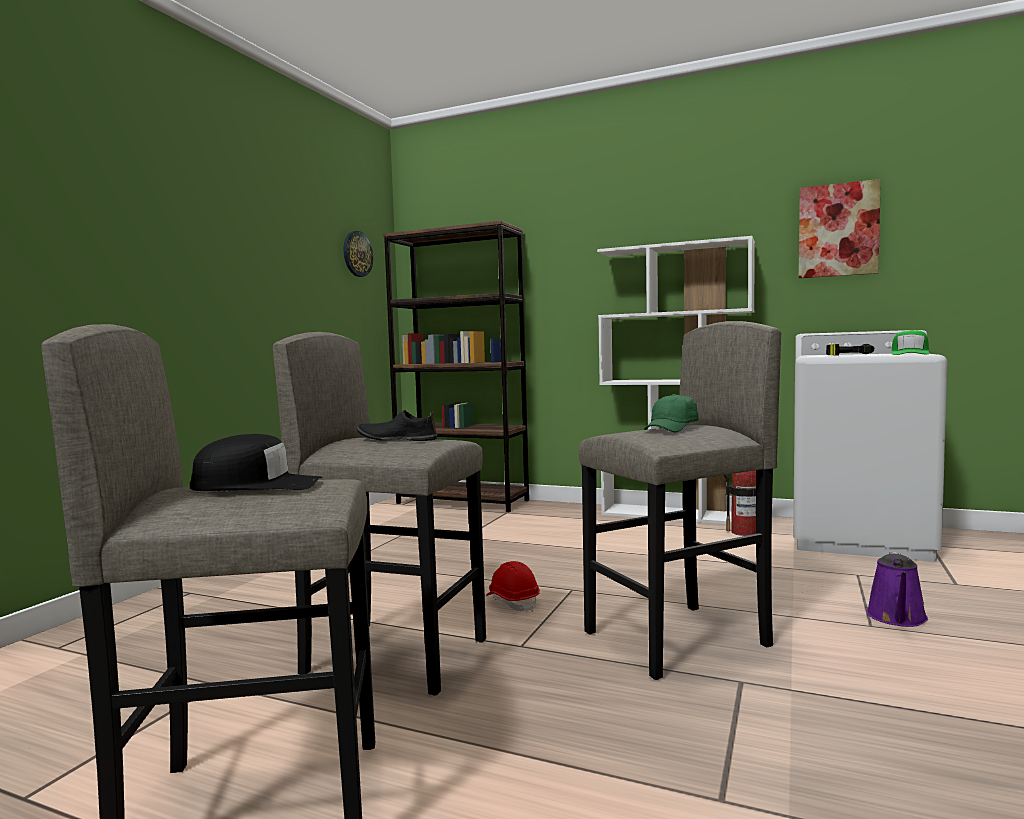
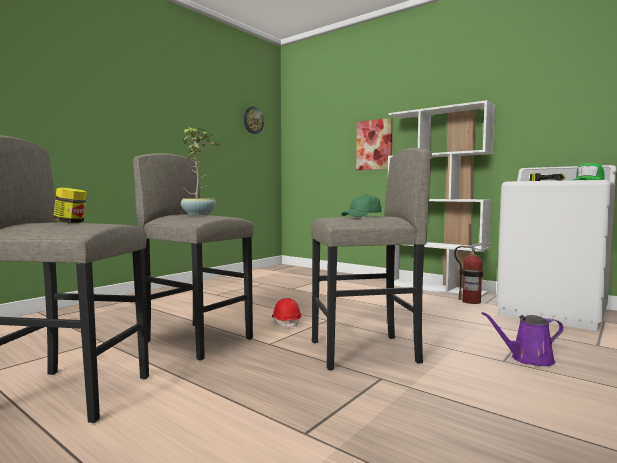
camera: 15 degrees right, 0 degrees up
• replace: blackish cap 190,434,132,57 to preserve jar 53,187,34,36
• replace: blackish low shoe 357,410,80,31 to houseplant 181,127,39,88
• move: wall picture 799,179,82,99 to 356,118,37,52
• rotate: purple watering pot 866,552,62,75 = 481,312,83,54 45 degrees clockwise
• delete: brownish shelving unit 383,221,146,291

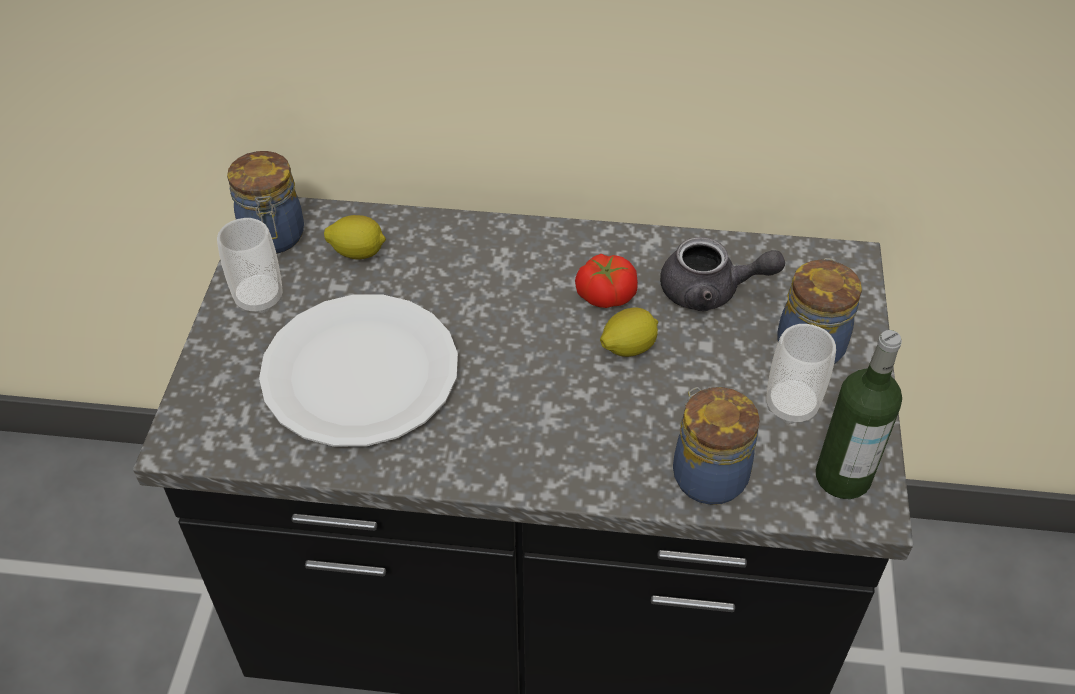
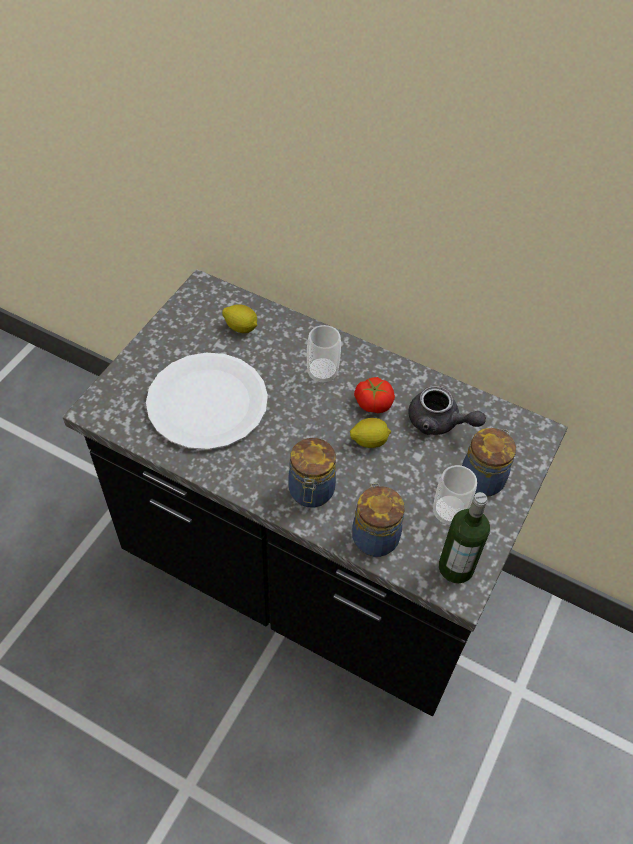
camera: 20 degrees right, 5 degrees up
• move: preserve jar 227,151,77,103 to 288,438,48,69
• move: drinking cup 217,218,66,96 to 307,325,34,59

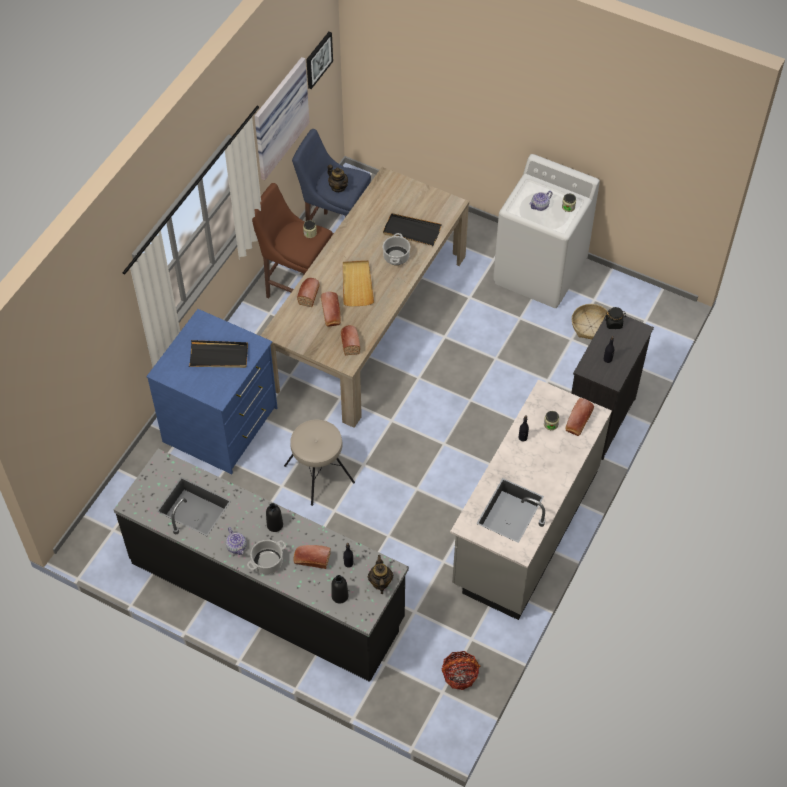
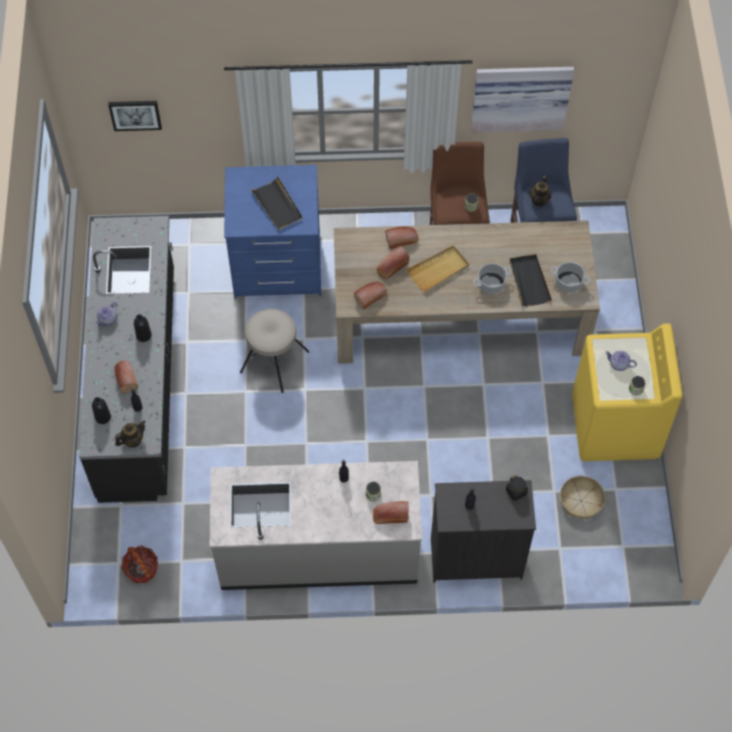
camera: 60 degrees right, 5 degrees up
• move: wall picture 306,32,27,57 to 108,101,54,30
• move: saucepot 247,540,39,34 to 550,262,41,31
• recolor: whitish washing machine 493,154,107,154 to yellow-coloured washing machine 572,323,111,138

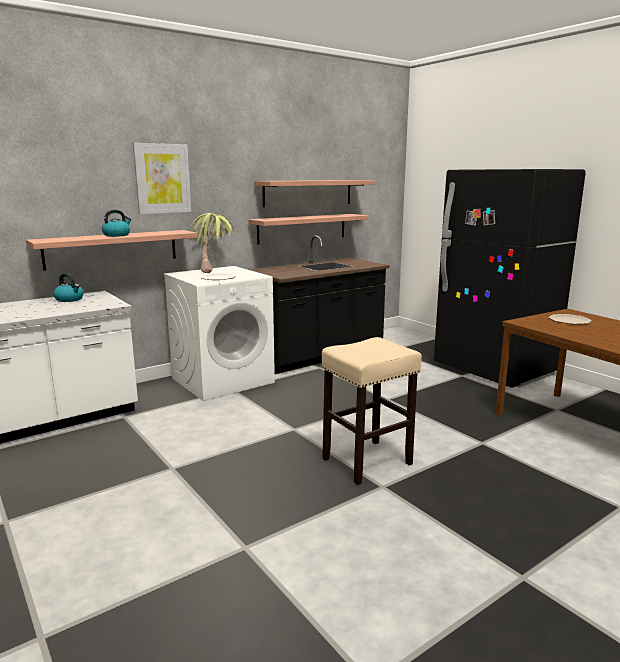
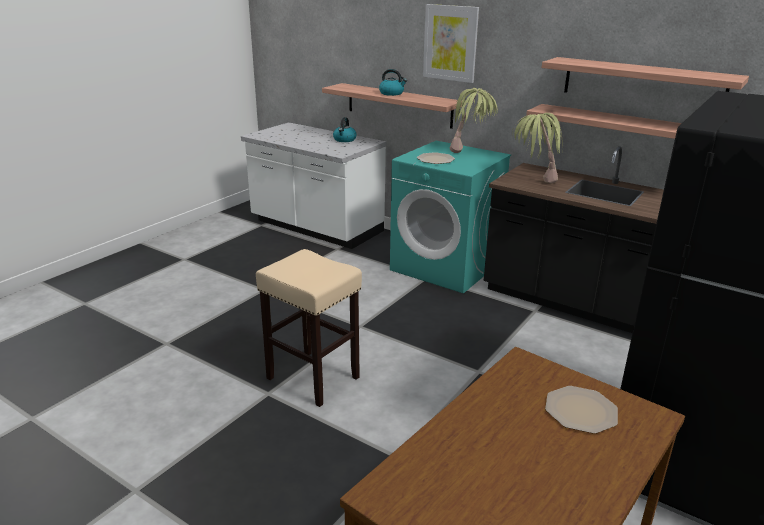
camera: 70 degrees right, 10 degrees up
• recolor: whitish washing machine 163,266,112,135 to turquoise-coloured washing machine 390,141,121,152
• insert: houseplant 512,113,51,71

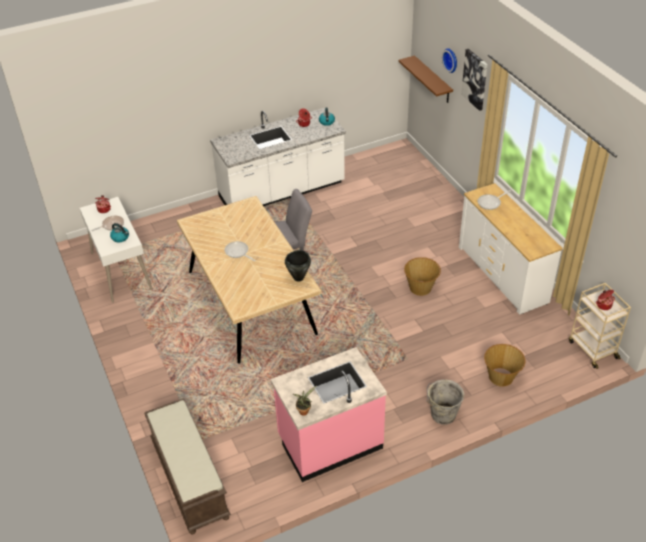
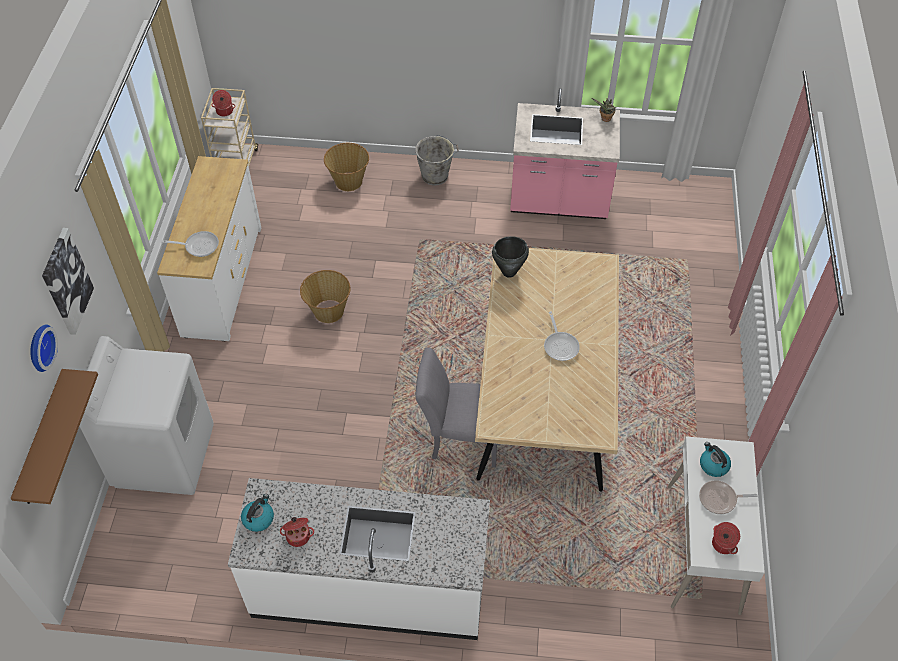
camera: 150 degrees left, 10 degrees up
• insert: whitish washing machine 79,336,135,159
• delete: brownish bench 144,398,87,136

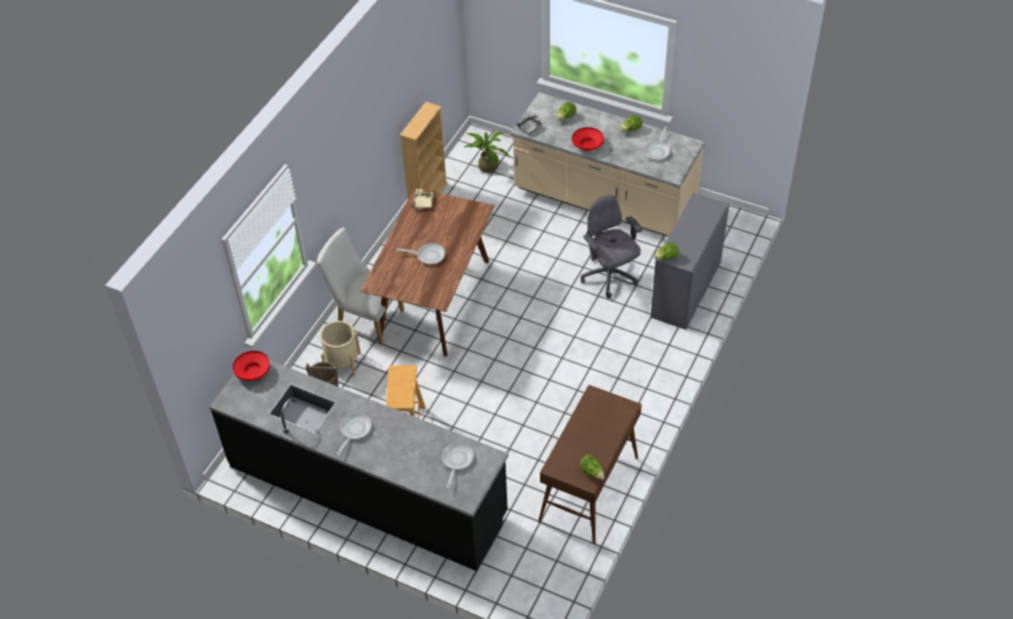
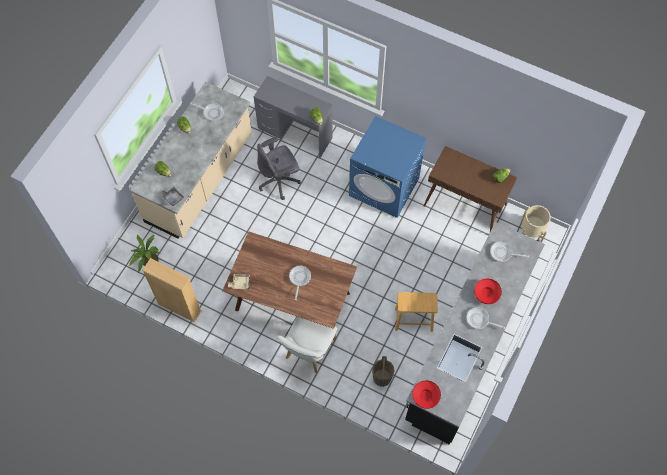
camera: 90 degrees left, 15 degrees up
• insert: blue washing machine 349,116,78,102
• move: reddish serving bowl 572,127,32,24 to 474,279,28,25
• move: sand-coloured flower pot 320,321,41,55 to 521,205,30,38

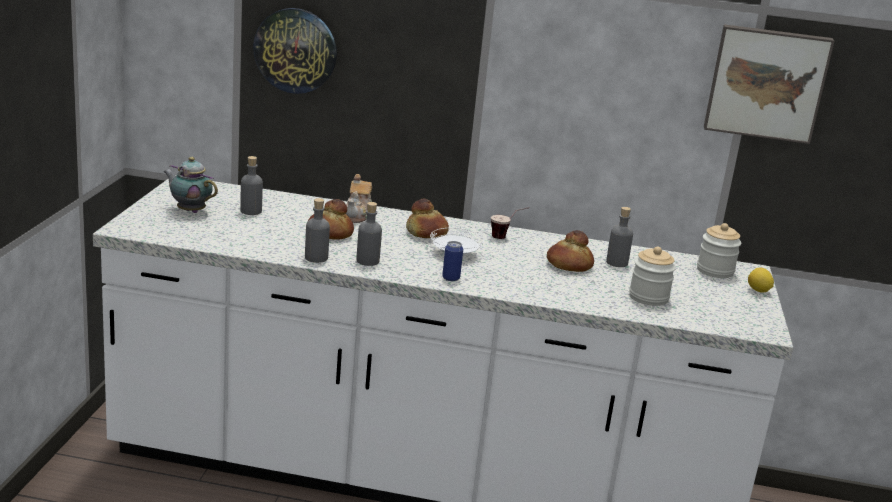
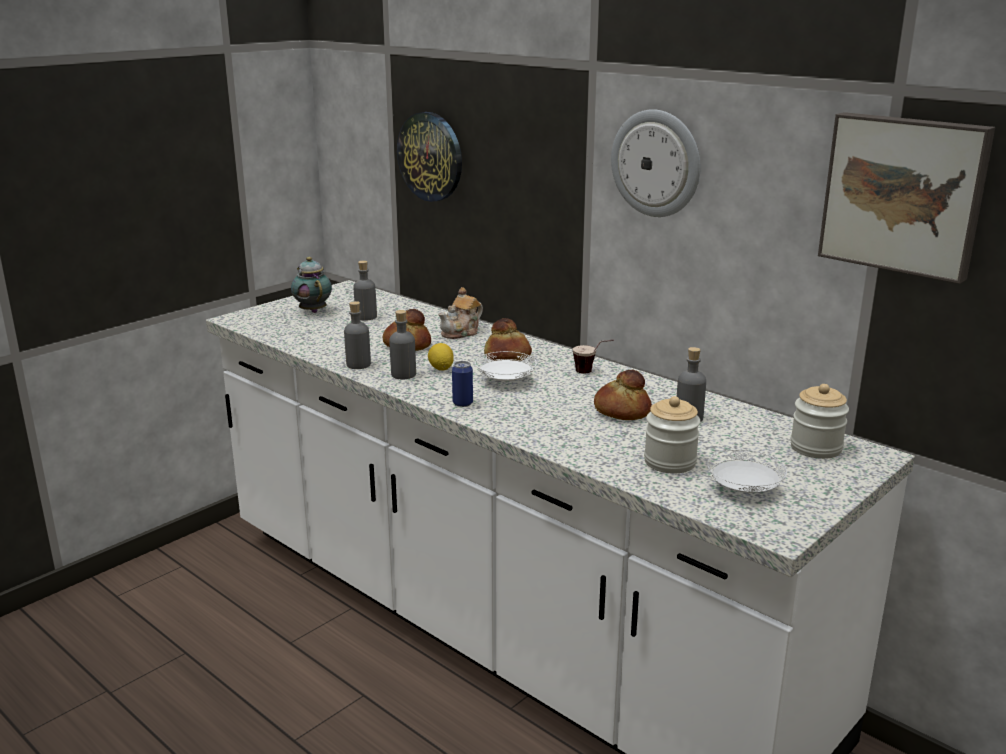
camera: 35 degrees right, 0 degrees up
• move: citrus fruit 748,268,26,24 to 428,343,26,27
• insert: clock on the wall 611,109,90,108
• insert: whitish dinner plate 707,450,80,43

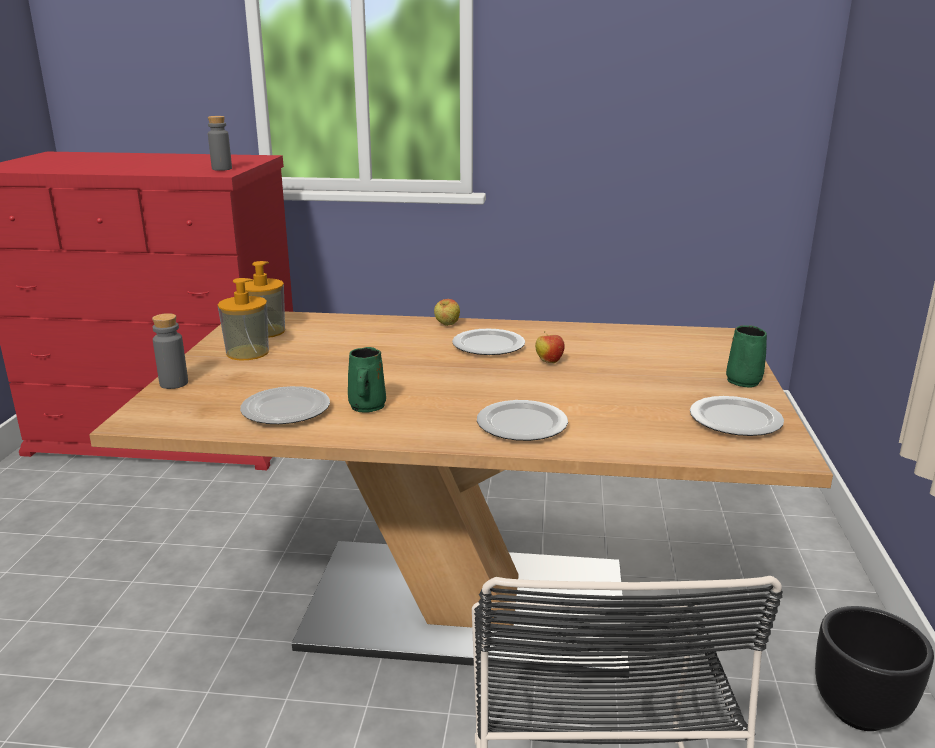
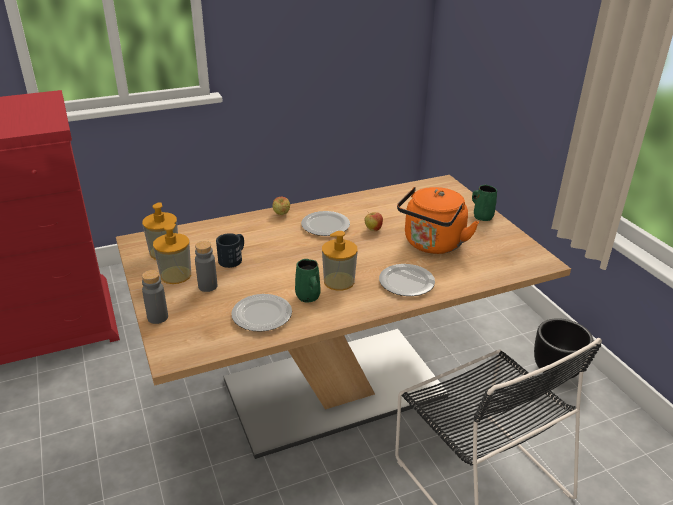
camera: 30 degrees left, 10 degrees up
• move: gray bottle 208,116,24,55 to 195,241,22,51
• insert: blackish coffee mug 216,233,28,35
• insert: liquid soap bottle 322,231,36,59
• insert: orange-coloured water kettle 397,187,82,67
• delete: dinner plate 690,396,94,40

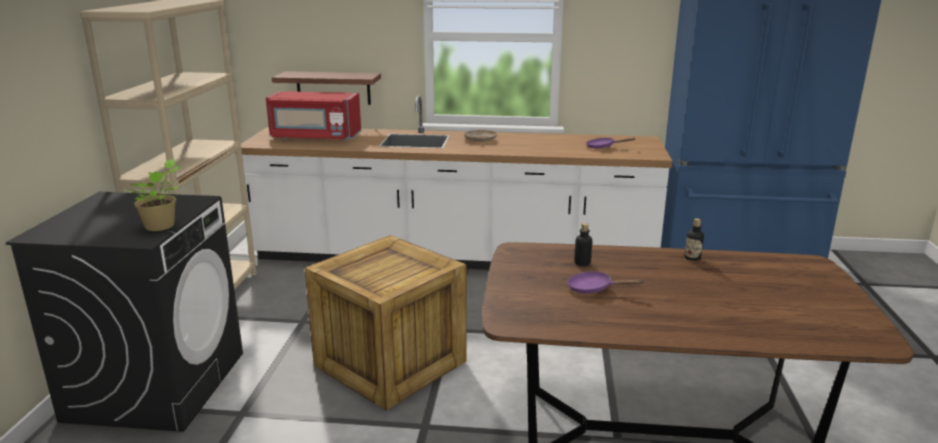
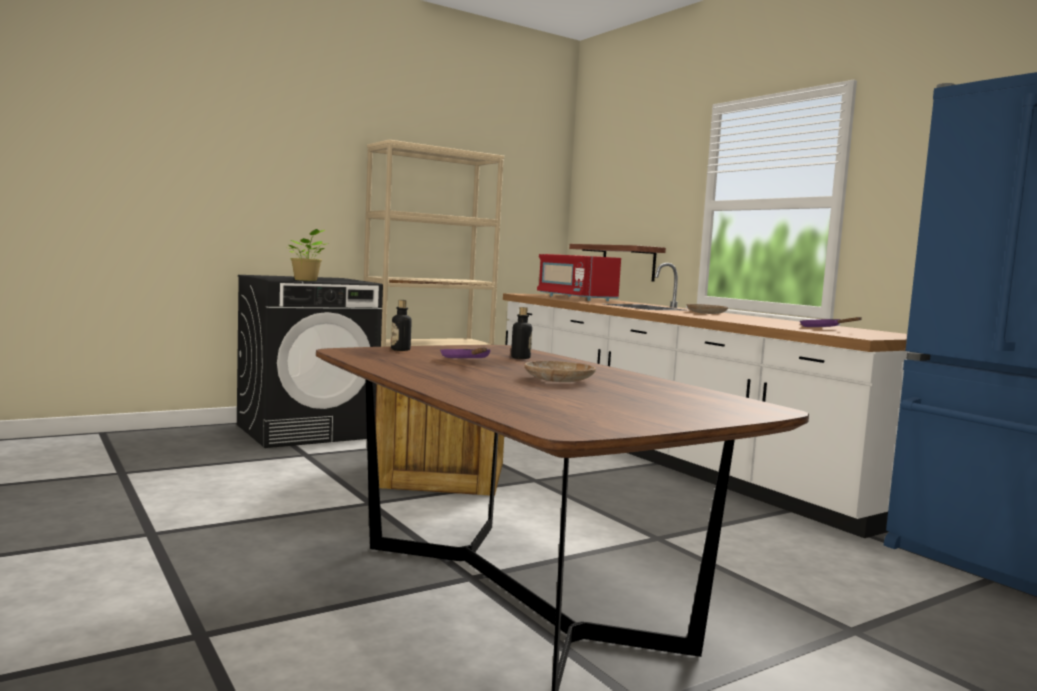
camera: 50 degrees right, 15 degrees down
• move: bottle 685,218,19,43 to 391,300,21,51
• insert: sand-coloured dinner plate 525,361,71,21

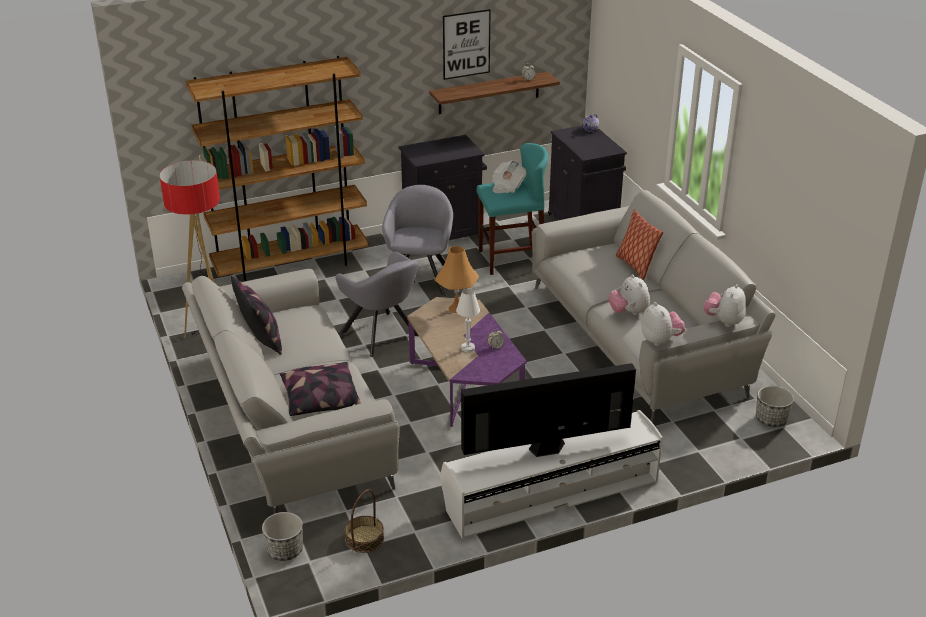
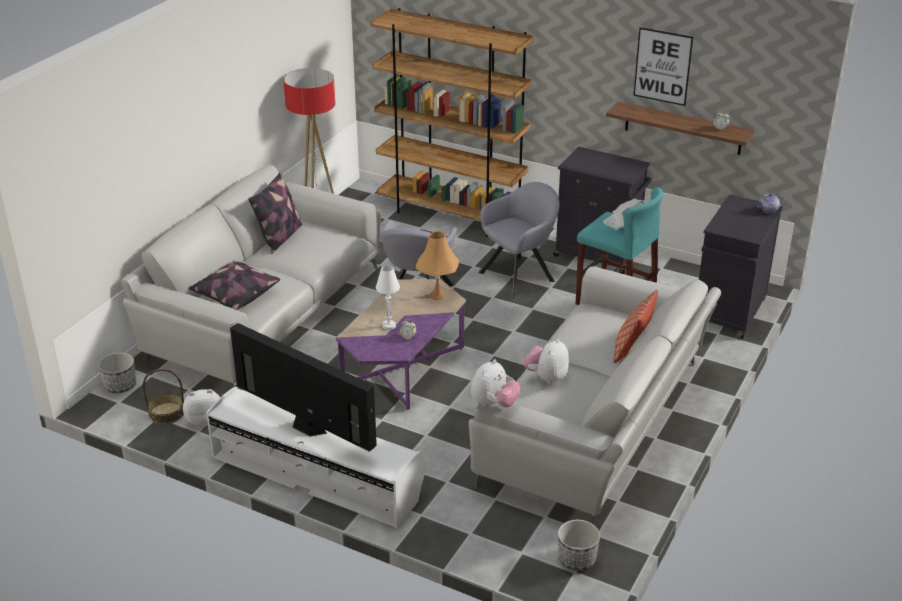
camera: 50 degrees right, 0 degrees up
• move: plush toy 704,284,42,43 to 183,389,37,38

